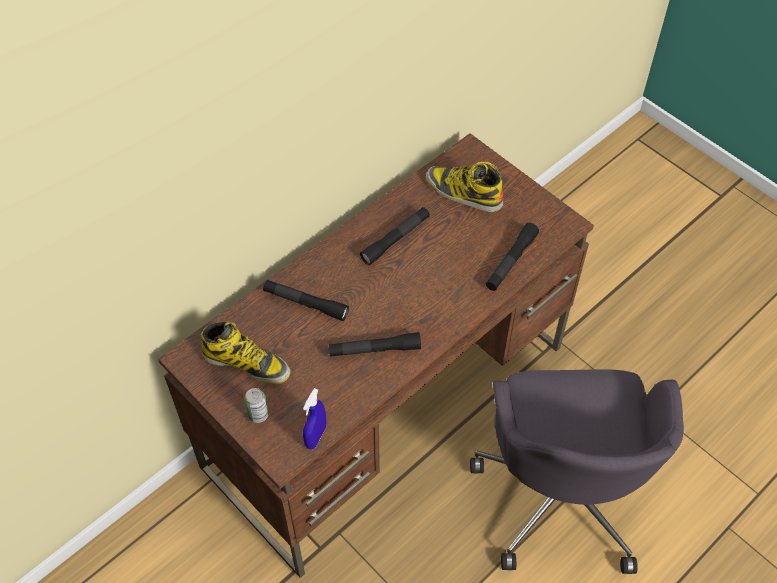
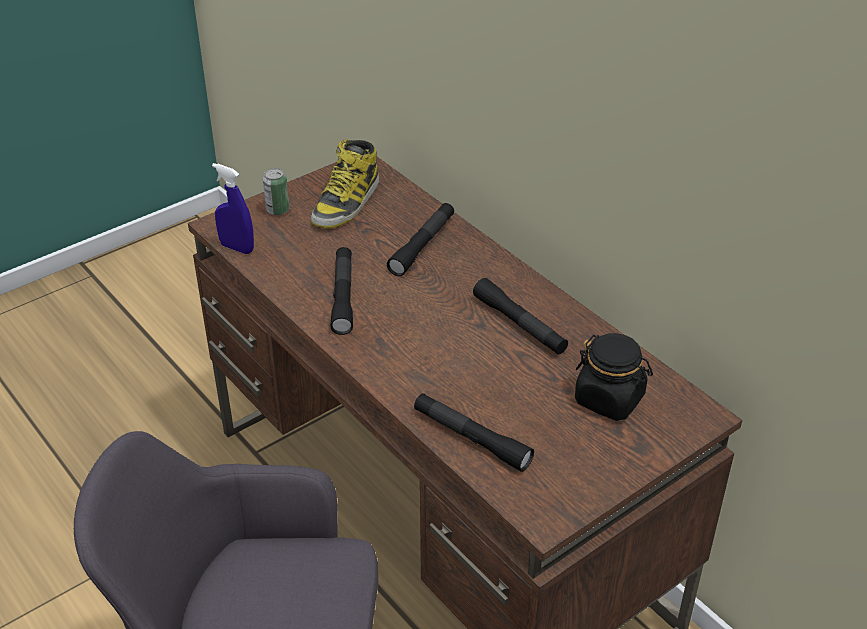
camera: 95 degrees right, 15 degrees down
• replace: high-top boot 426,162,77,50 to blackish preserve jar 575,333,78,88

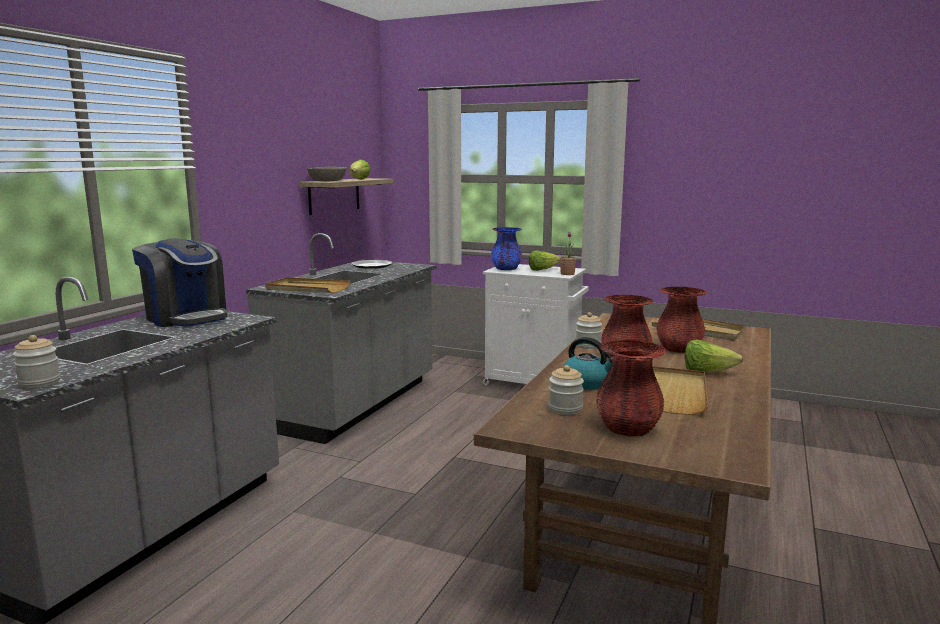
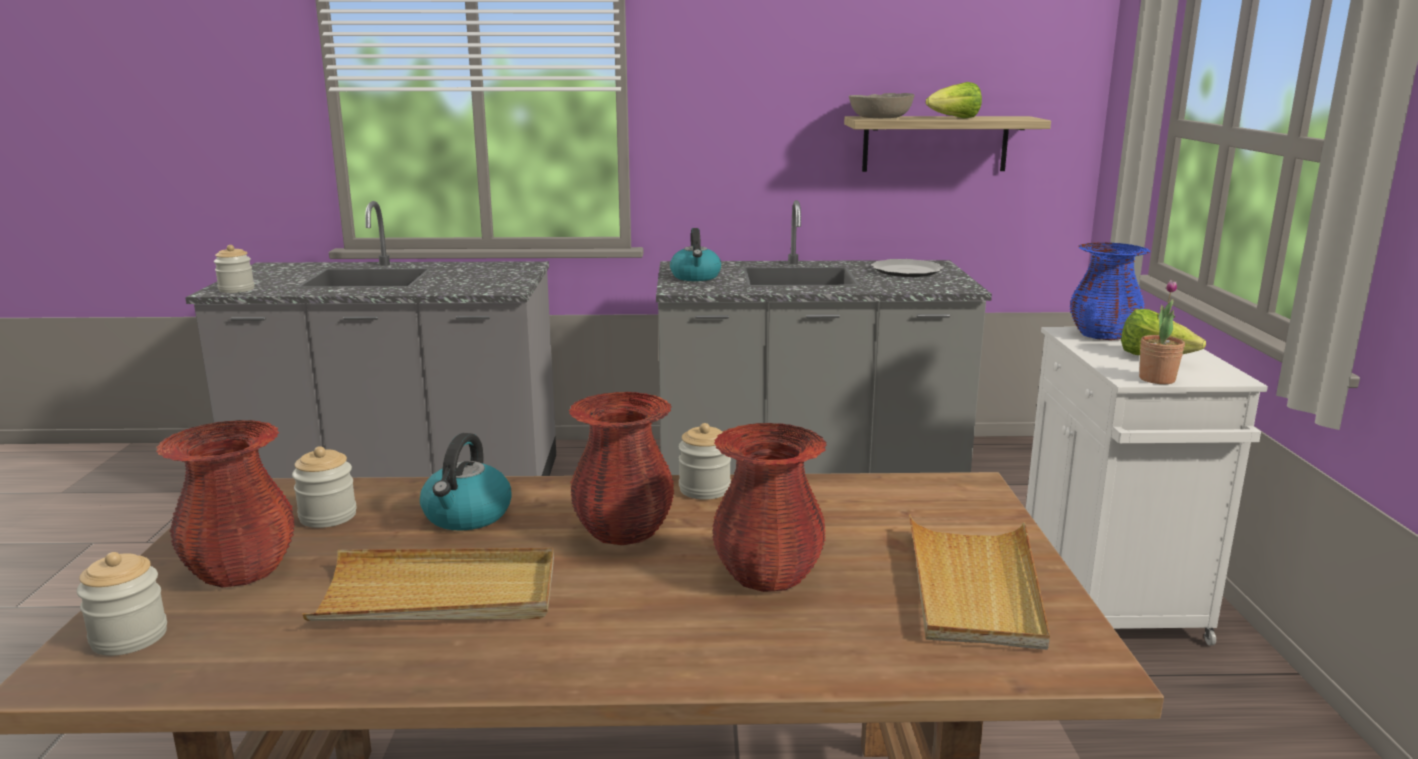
camera: 65 degrees right, 5 degrees up
• insert: preserve jar 77,552,90,104
• replace: sand-coloured serving tray 265,277,86,16 to water kettle 670,228,51,53
• delete: coffee maker 132,238,96,89
• delete: head of lettuce 685,340,58,32

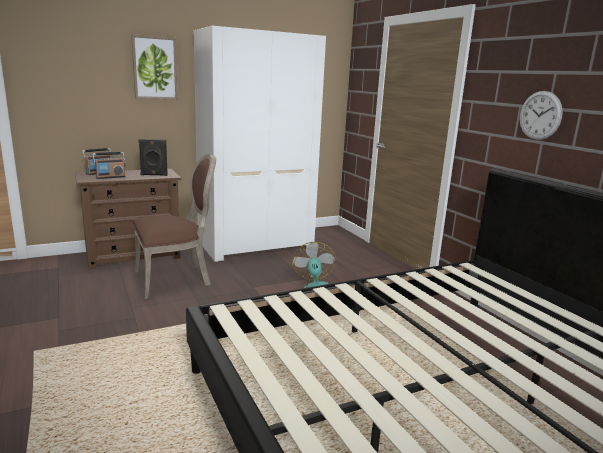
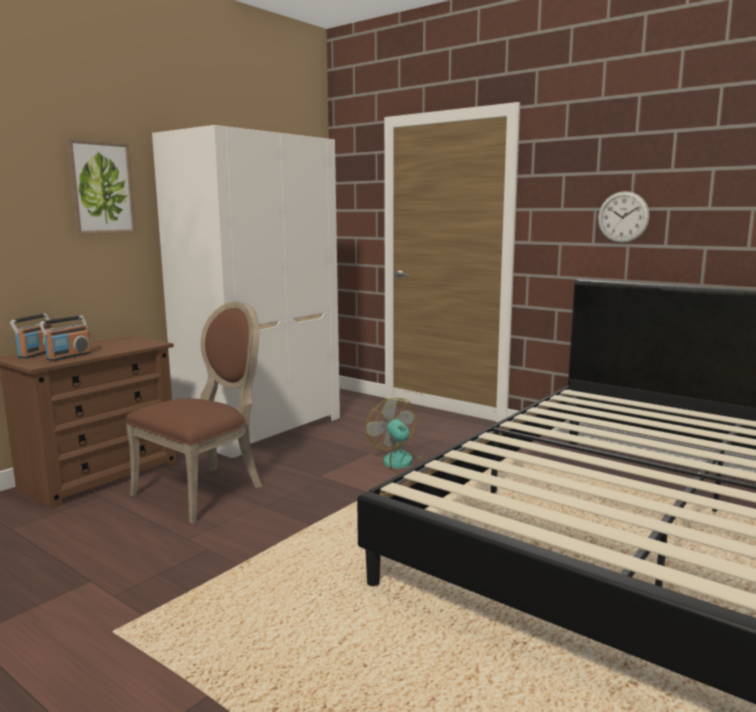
camera: 25 degrees left, 5 degrees down
• delete: blackish speaker 139,139,29,37

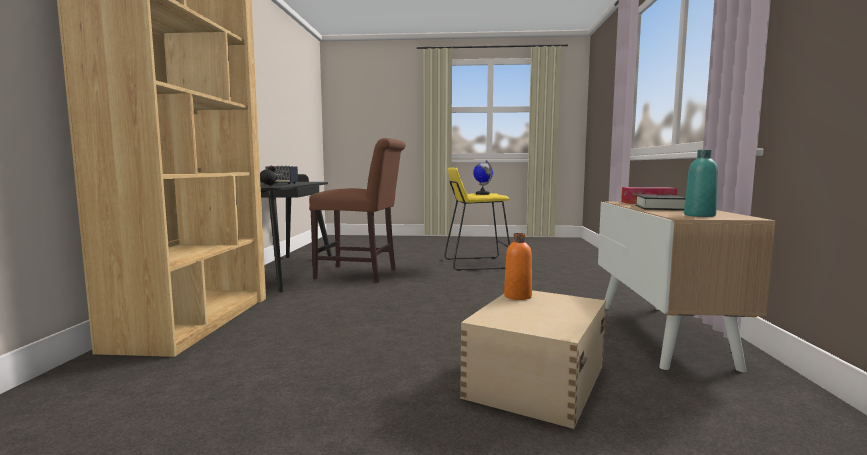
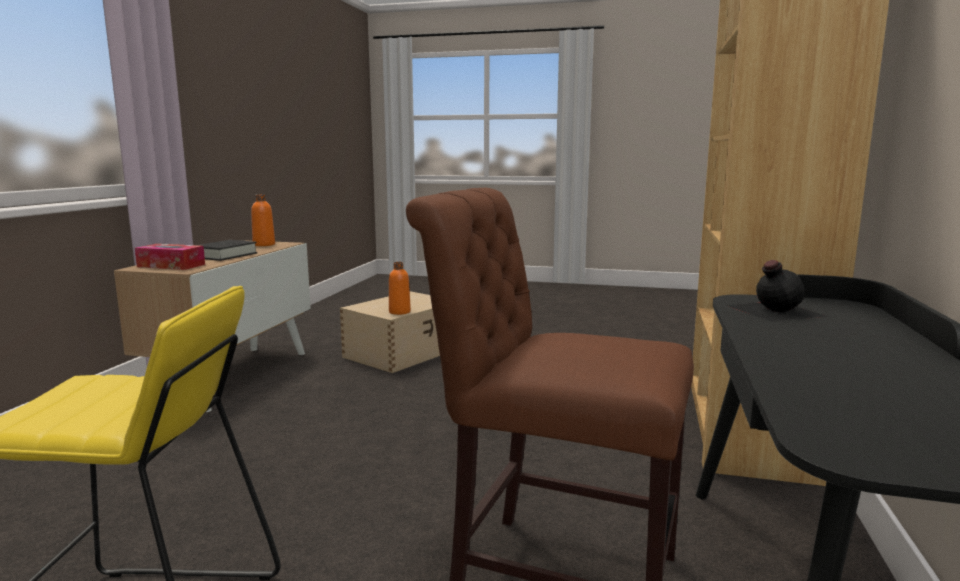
camera: 170 degrees left, 5 degrees up
• recolor: turquoise-coloured bottle 684,150,34,67 to orange-coloured bottle 251,194,24,52
• delete: speaker 266,165,32,19
• delete: world globe 473,160,20,35

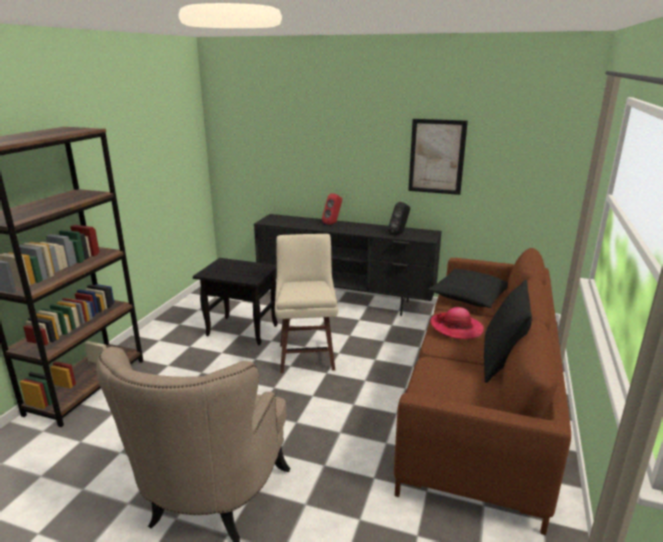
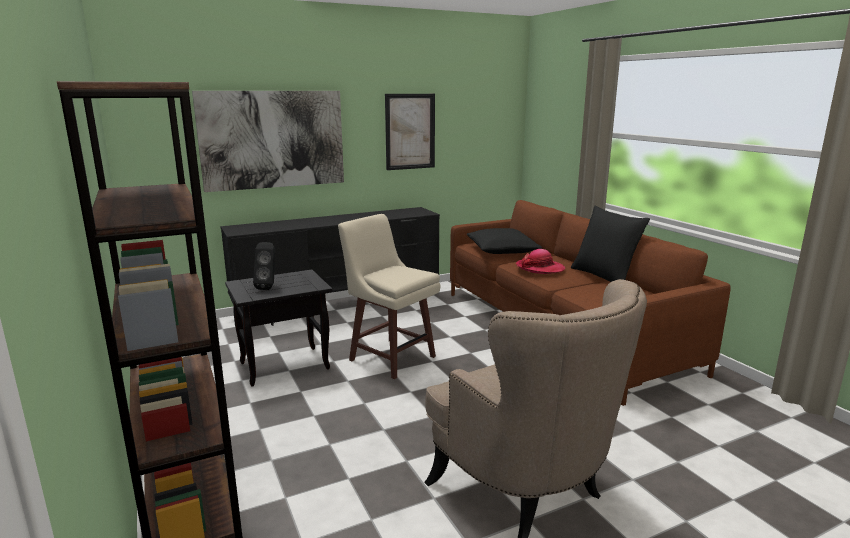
camera: 45 degrees left, 5 degrees down
• insert: wall picture 192,91,152,101
• move: blackish speaker 388,202,22,33 to 253,242,22,48
• delete: reddish speaker 322,193,20,32

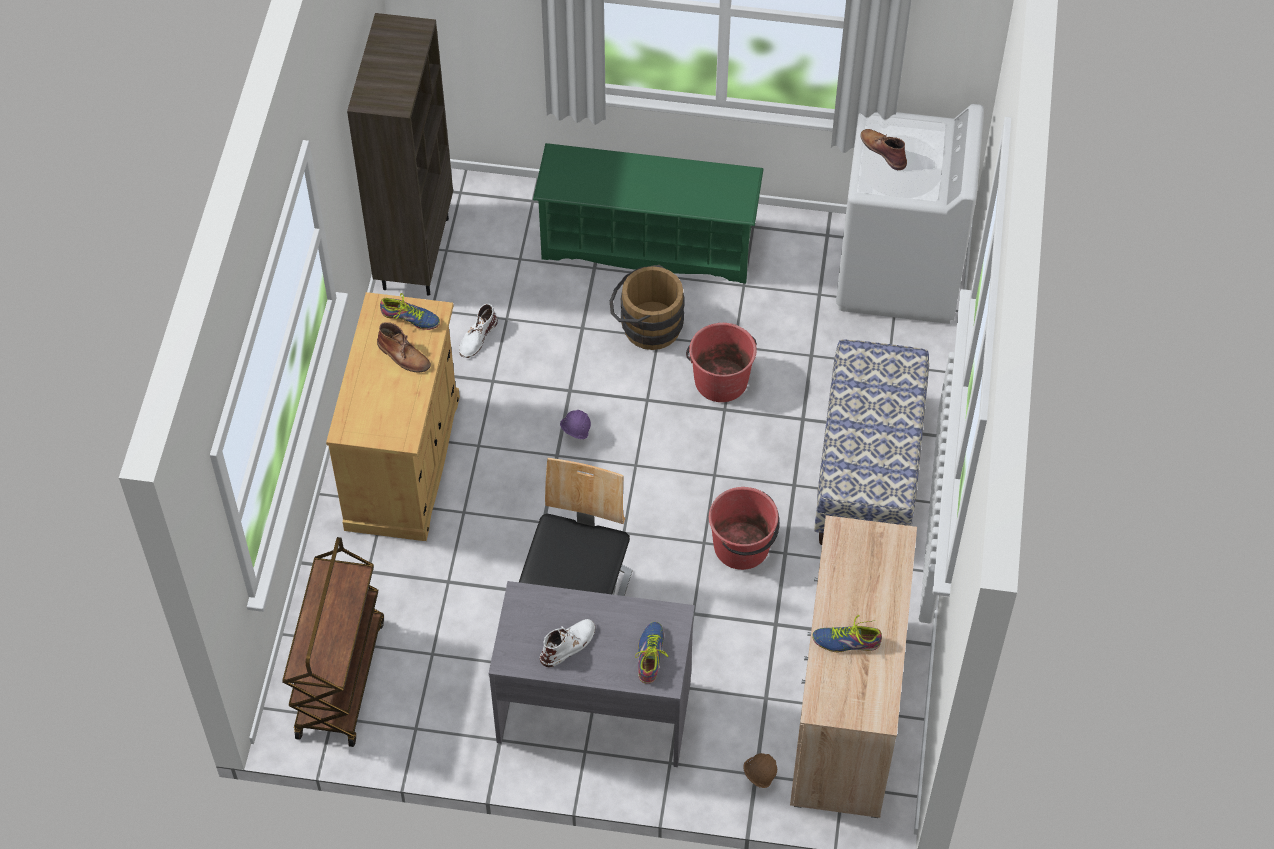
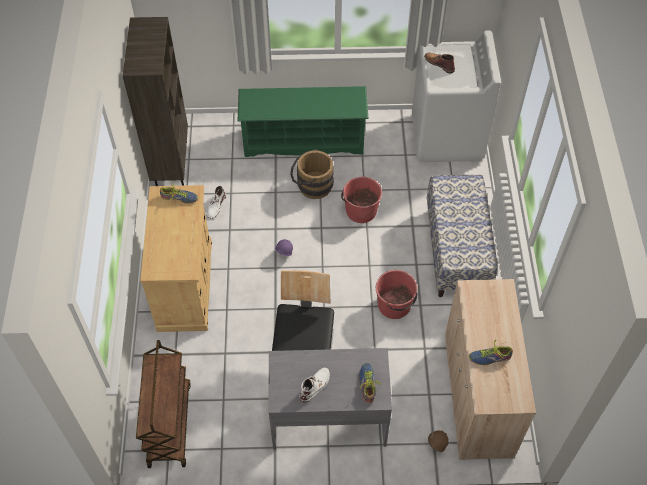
camera: 10 degrees left, 0 degrees up
• delete: brownish high-top boot 377,322,54,50

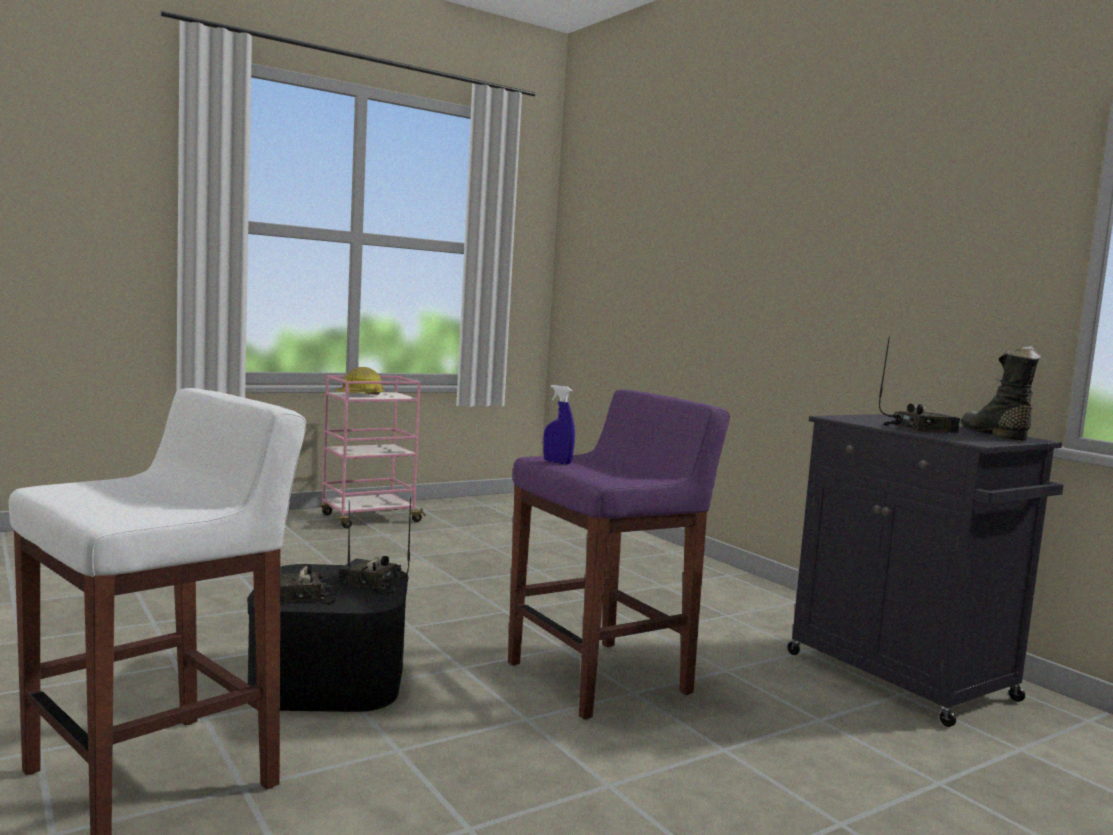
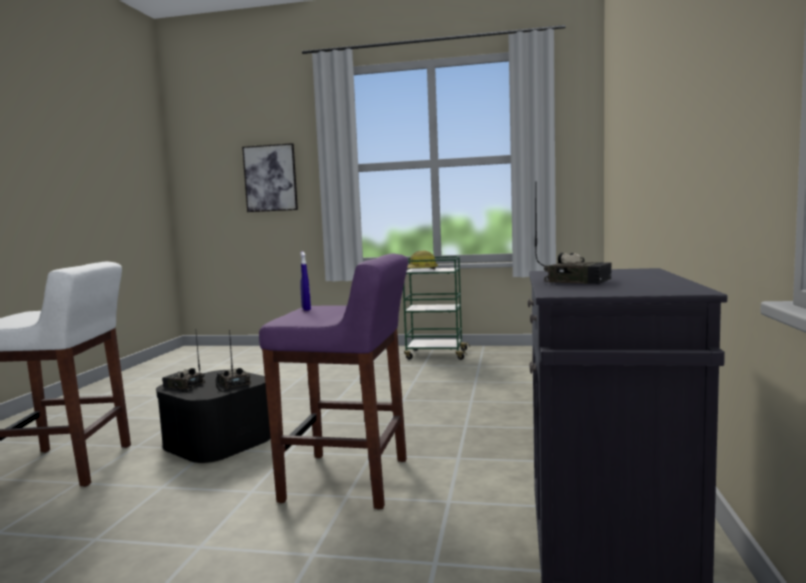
camera: 45 degrees right, 0 degrees up
• insert: wall picture 242,143,56,69
• recolor: pink trolley 320,375,106,154 to green-coloured trolley 403,256,67,104
• delete: blackish high-top boot 960,345,81,96

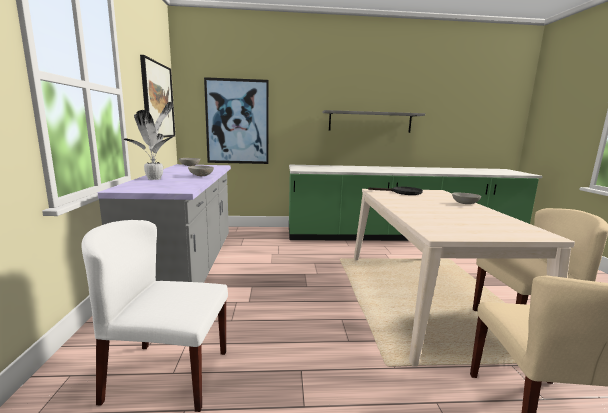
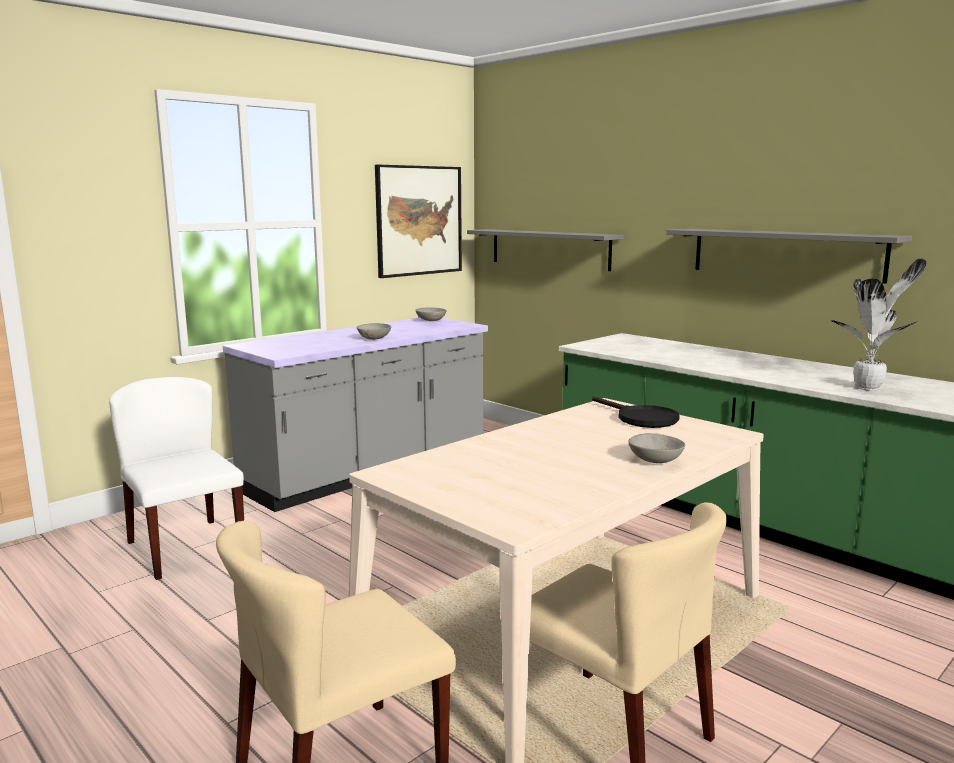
camera: 50 degrees right, 0 degrees up
• replace: wall picture 204,77,65,87 to gray shelf 467,229,157,42
• move: houseplant 124,102,50,78 to 831,259,95,132

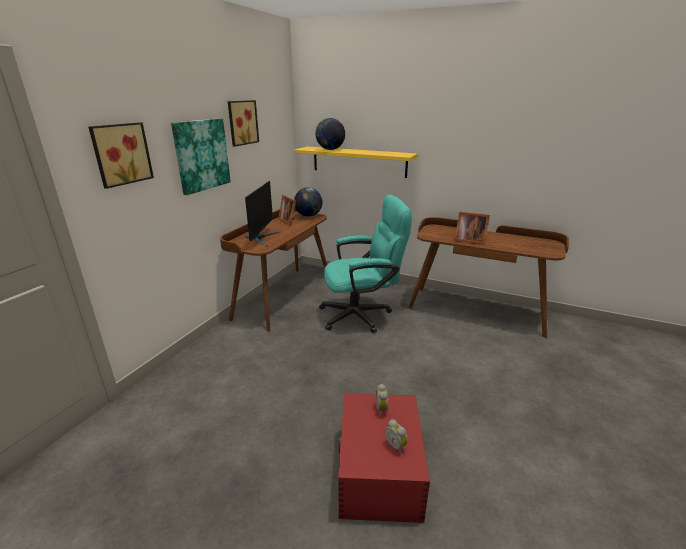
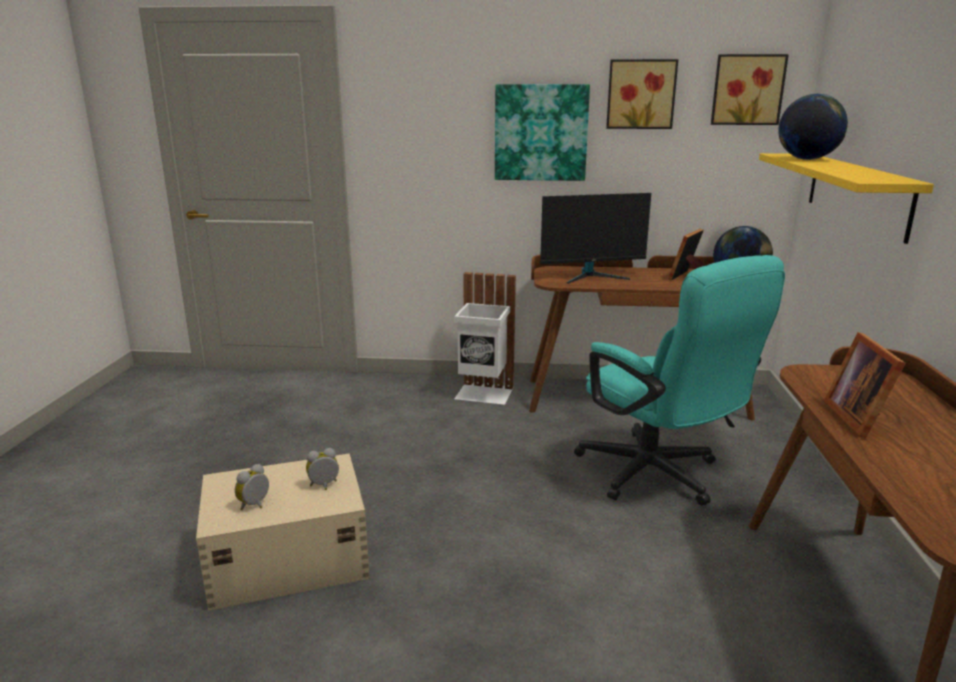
camera: 70 degrees right, 5 degrees down
• recolor: reddish storage box 338,393,92,130 to sand-coloured storage box 196,453,174,158
• insert: whitish waste bin 454,272,62,133
• move: wall picture 88,122,66,67 to 711,54,78,71

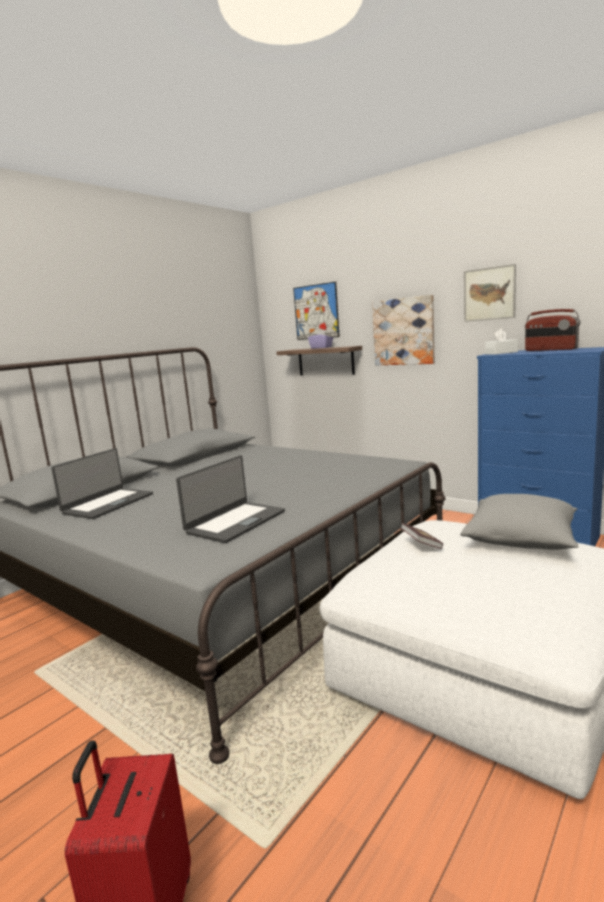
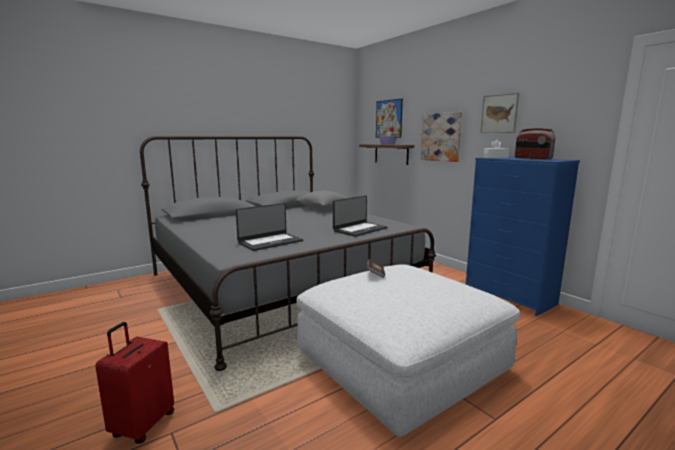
camera: 15 degrees right, 0 degrees up
• move: gray cushion 460,494,118,56 to 295,191,52,18
• move: portable computer 51,448,102,71 to 333,195,54,42

